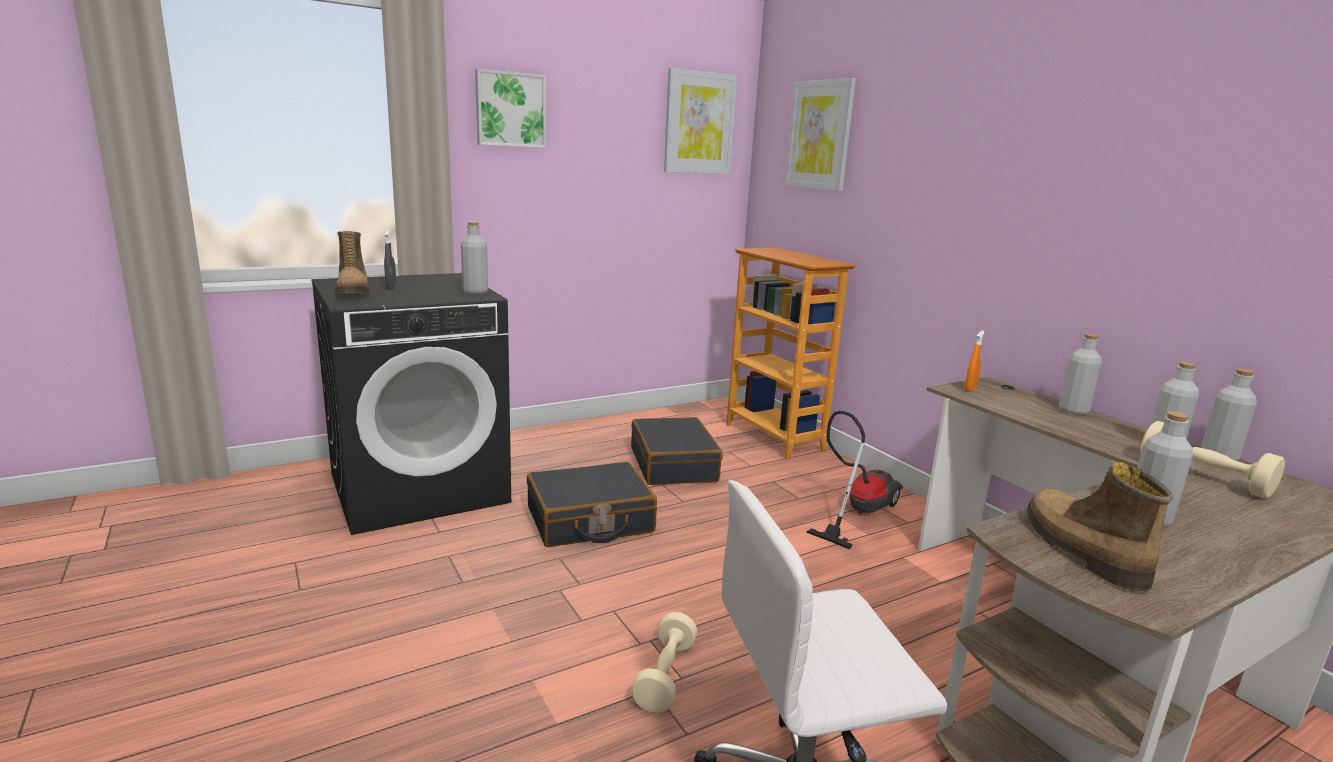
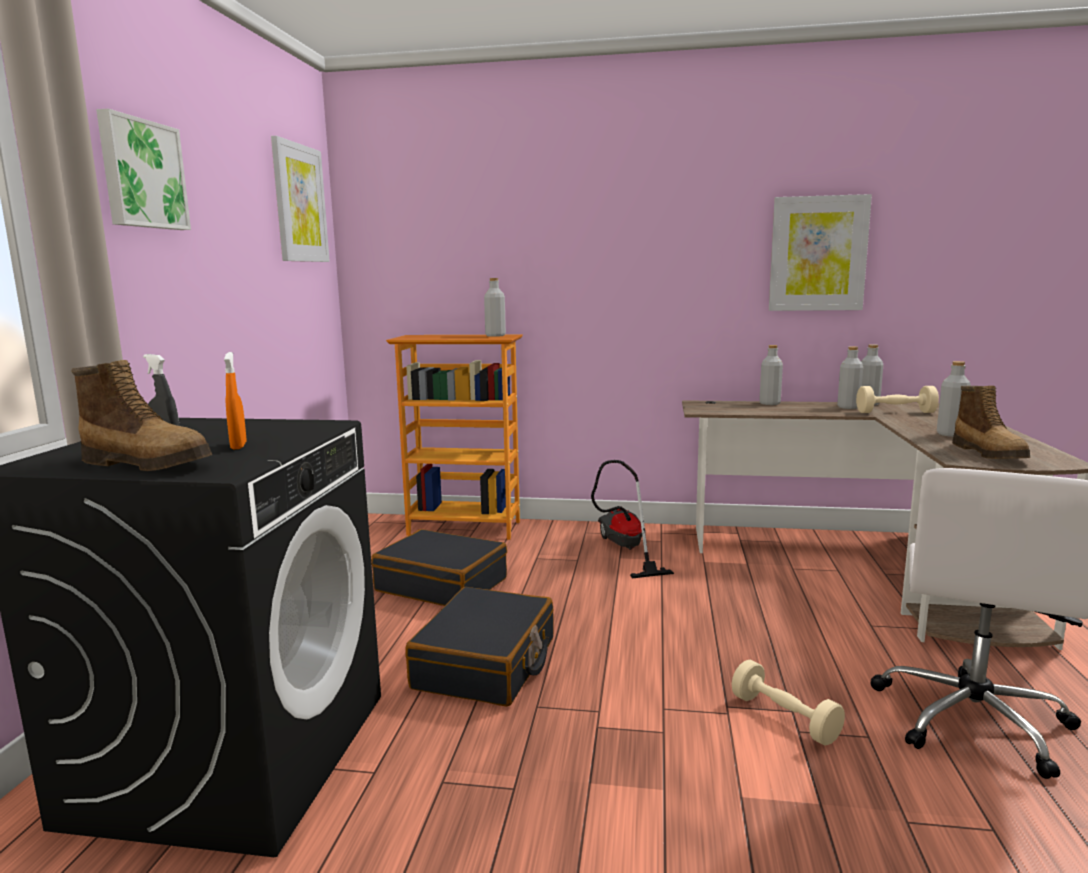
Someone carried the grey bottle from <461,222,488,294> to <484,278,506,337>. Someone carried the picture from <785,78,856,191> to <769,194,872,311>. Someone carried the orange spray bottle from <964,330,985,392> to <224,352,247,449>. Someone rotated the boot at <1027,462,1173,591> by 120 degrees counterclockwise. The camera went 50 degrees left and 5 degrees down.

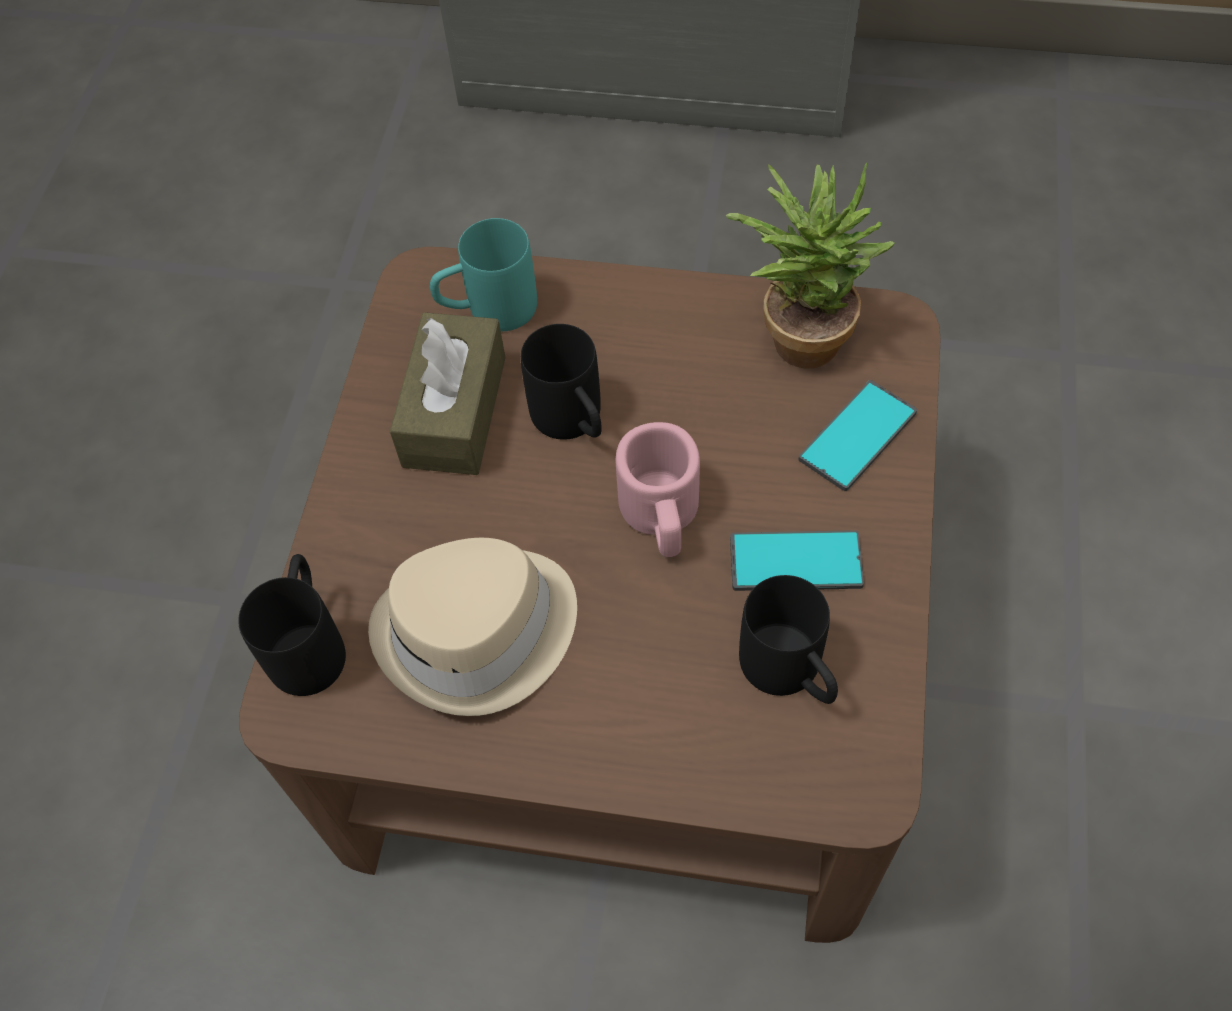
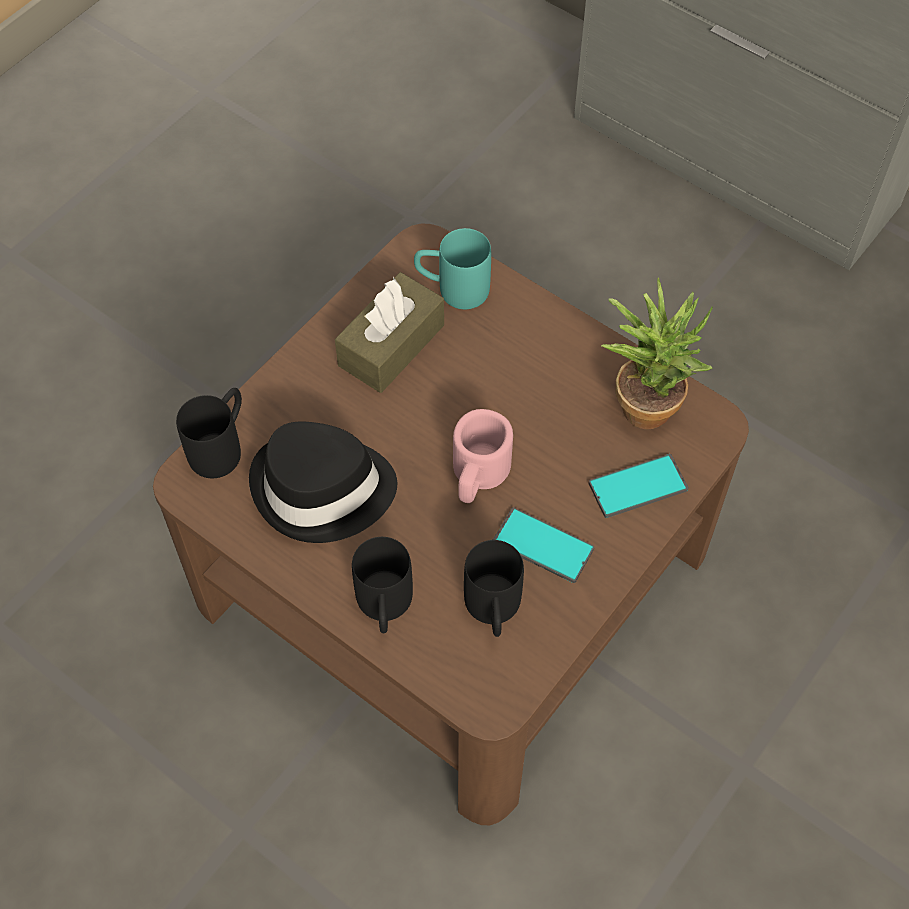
Someone carried the black mug from <521,324,602,440> to <352,537,413,633>. Someone repainted the beige hat at <368,538,577,716>, which became the black hat at <249,422,397,543>. The camera went 25 degrees right and 0 degrees up.

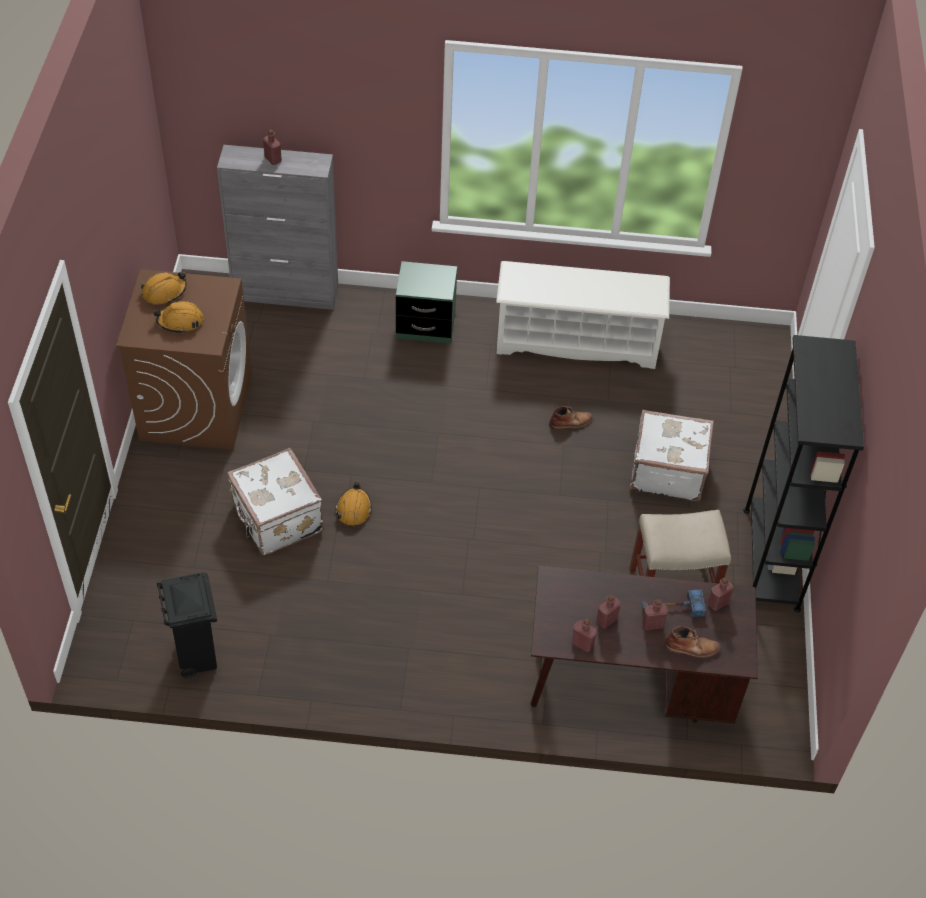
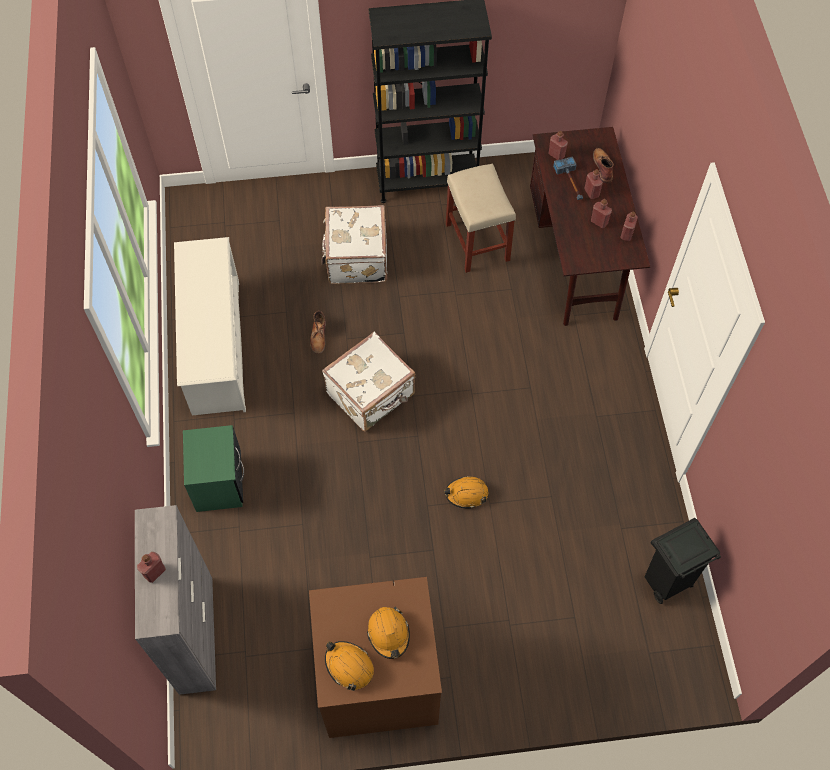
Someone carried the white suitcase from <227,448,324,555> to <322,332,415,432>. Someone rotated the brown boot at <549,406,593,430> by 150 degrees counterclockwise. The camera went 100 degrees left and 10 degrees up.

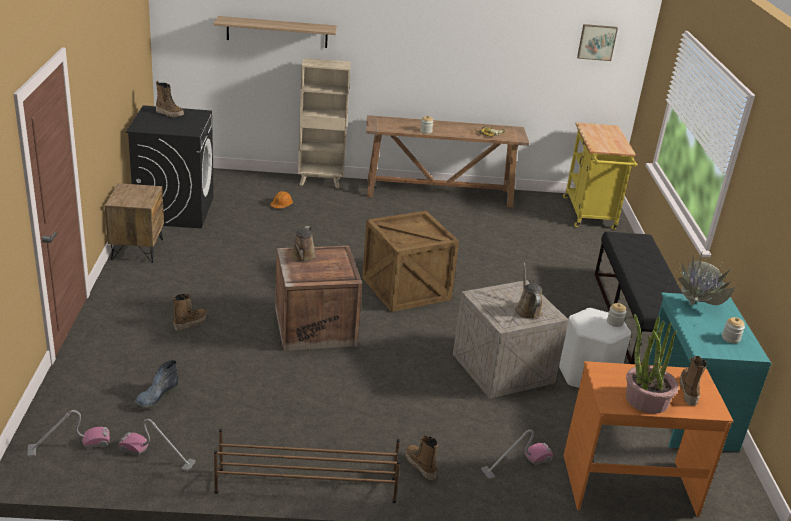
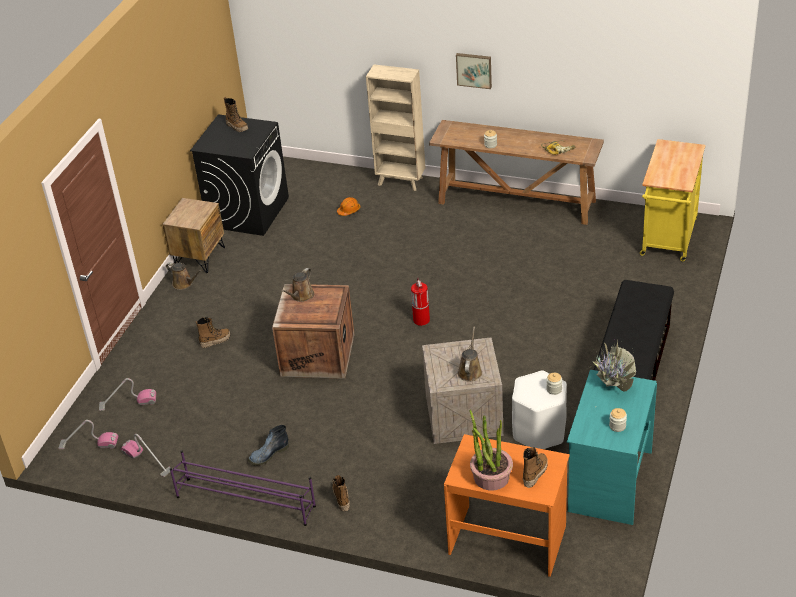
Someone took away the shelf at <214,16,337,48>. Someone put down the brown watering can at <166,262,202,290>. Someone carried the boot from <133,360,179,410> to <248,425,289,466>. Someone carried the vacuum cleaner from <481,429,553,479> to <99,378,156,411>. Someone carried the picture from <577,24,618,61> to <456,53,492,89>. Someone swapped the crate at <362,211,459,312> for the fire extinguisher at <411,277,430,326>. Someone repainted the brown shoe rack at <214,429,400,503>, which became the purple shoe rack at <170,450,316,526>. The camera went 25 degrees right and 10 degrees up.

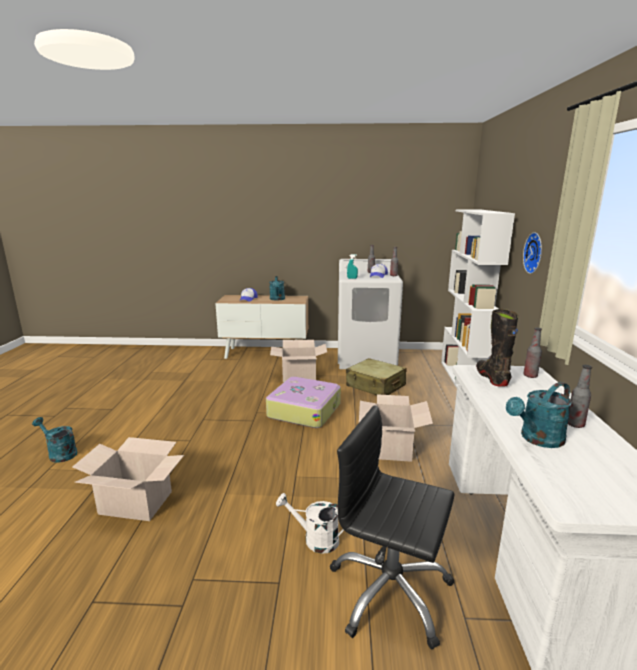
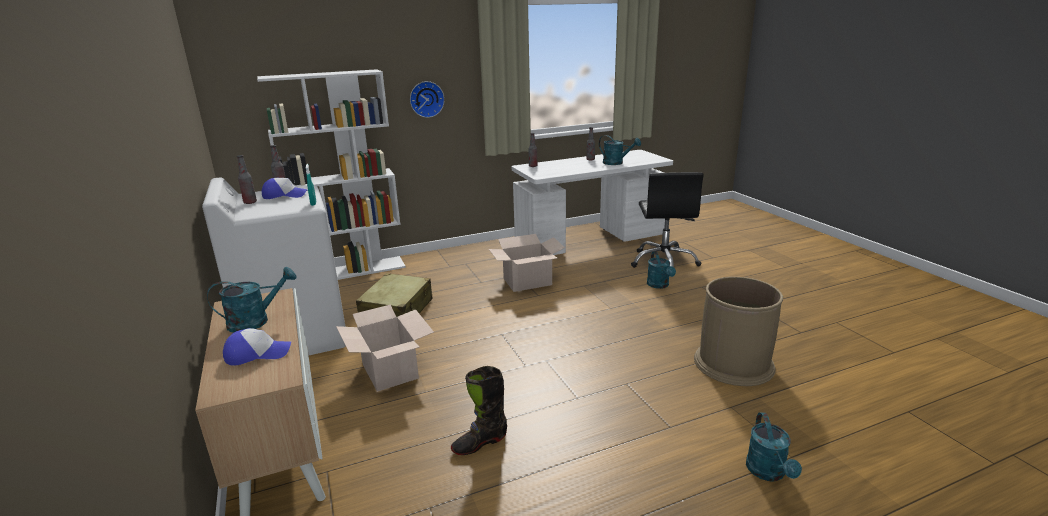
Someone took away the suitcase at <266,377,341,428>. Someone carried the black boot from <476,309,518,387> to <451,366,507,455>. Someone swapped the cardboard box at <73,437,184,521> for the brown trash can at <694,277,783,386>. Someone repainted the white watering can at <276,493,344,554>, which became the turquoise watering can at <647,252,676,289>. The camera went 115 degrees left and 5 degrees up.

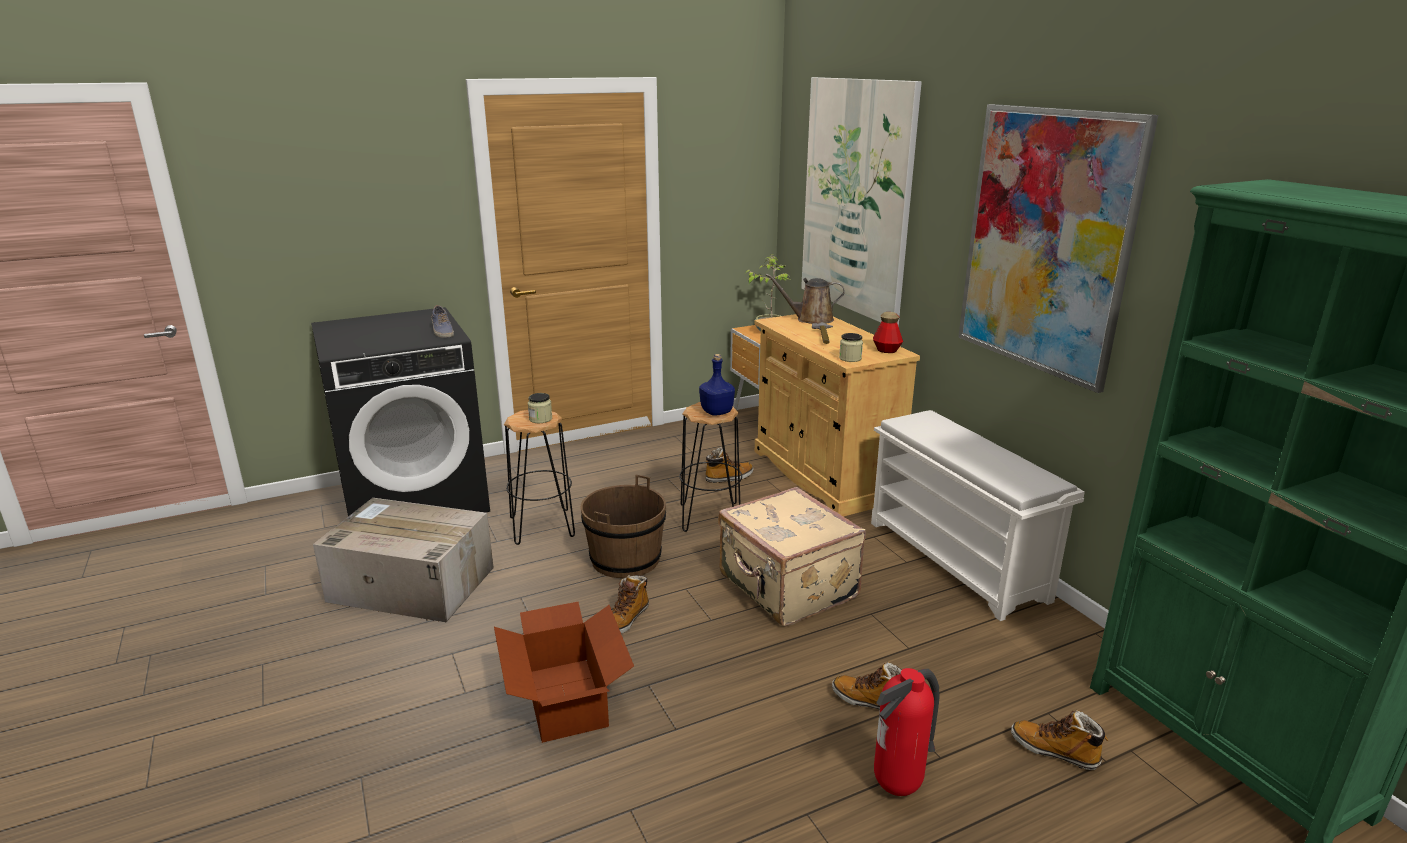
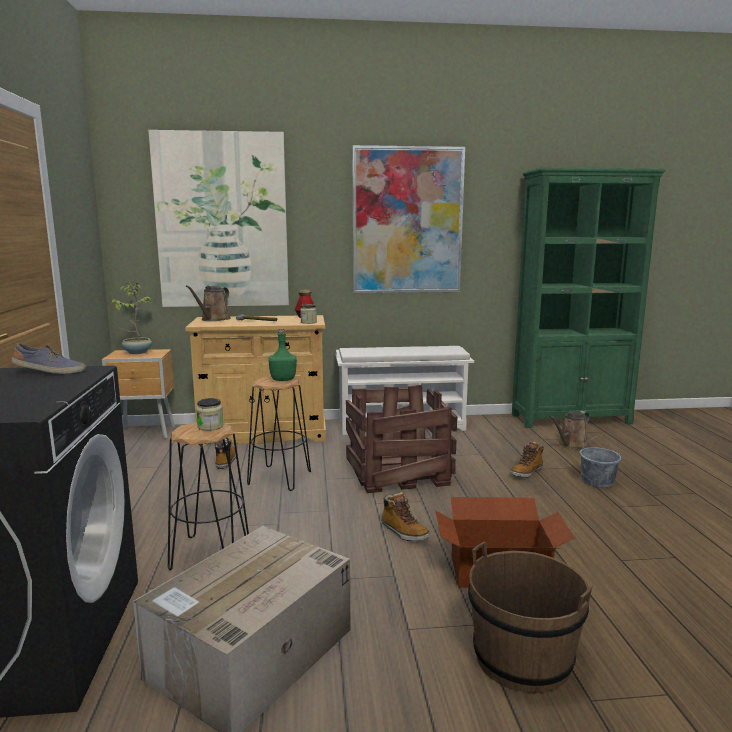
Someone carried the brown bucket from <581,475,666,578> to <468,542,593,693>. Someone swapped the beige suitcase at <718,487,866,626> for the crate at <346,385,457,493>. Someone swapped the fire extinguisher at <874,668,939,796> for the grey bucket at <579,435,622,488>. Someone swapped the boot at <1011,710,1109,770> for the brown watering can at <550,411,590,449>. Someone repainted the blue bottle at <699,354,735,416>, which became the green bottle at <269,329,297,381>. The camera went 70 degrees left and 10 degrees down.

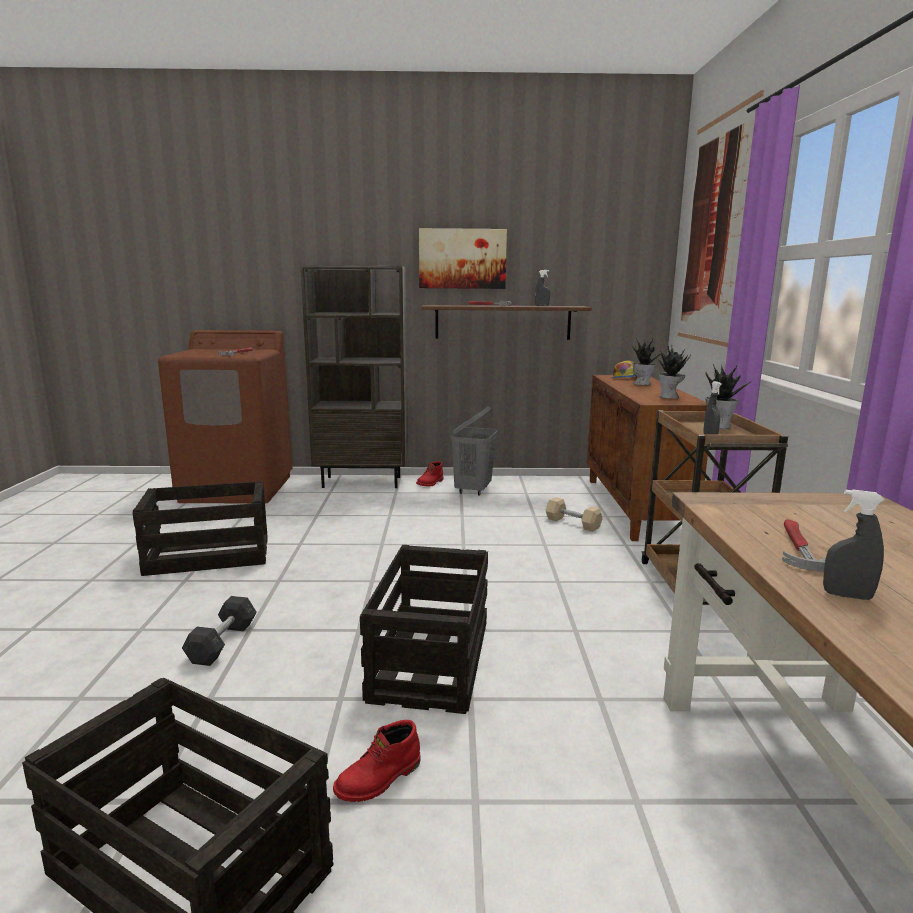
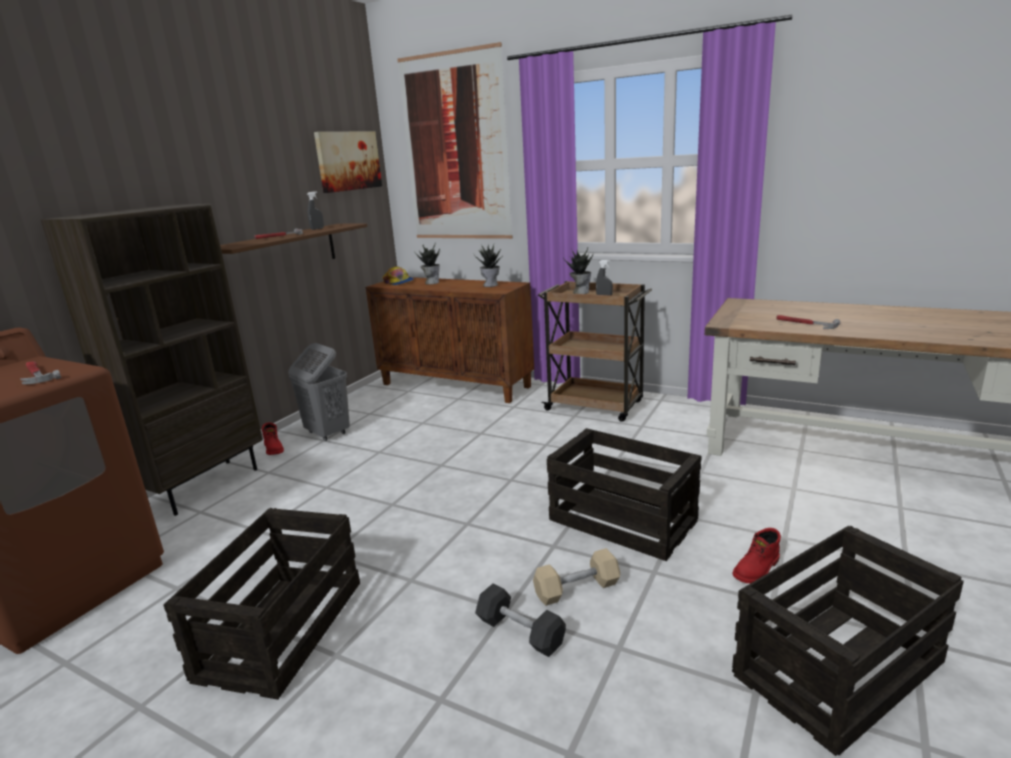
Someone took away the grey spray bottle at <823,489,885,600>. Someone carried the picture from <419,228,507,289> to <314,131,382,193>. Someone carried the beige dumbbell from <546,497,603,532> to <533,548,620,606>. Someone rotated the red boot at <333,720,420,802> by 60 degrees clockwise. The camera went 60 degrees left and 5 degrees up.

